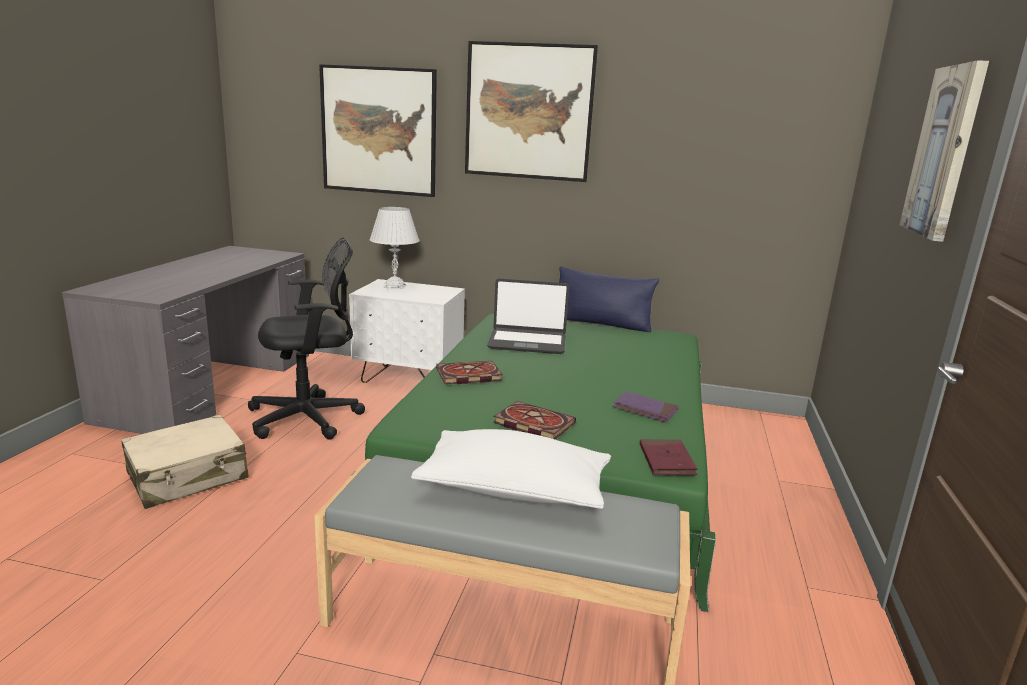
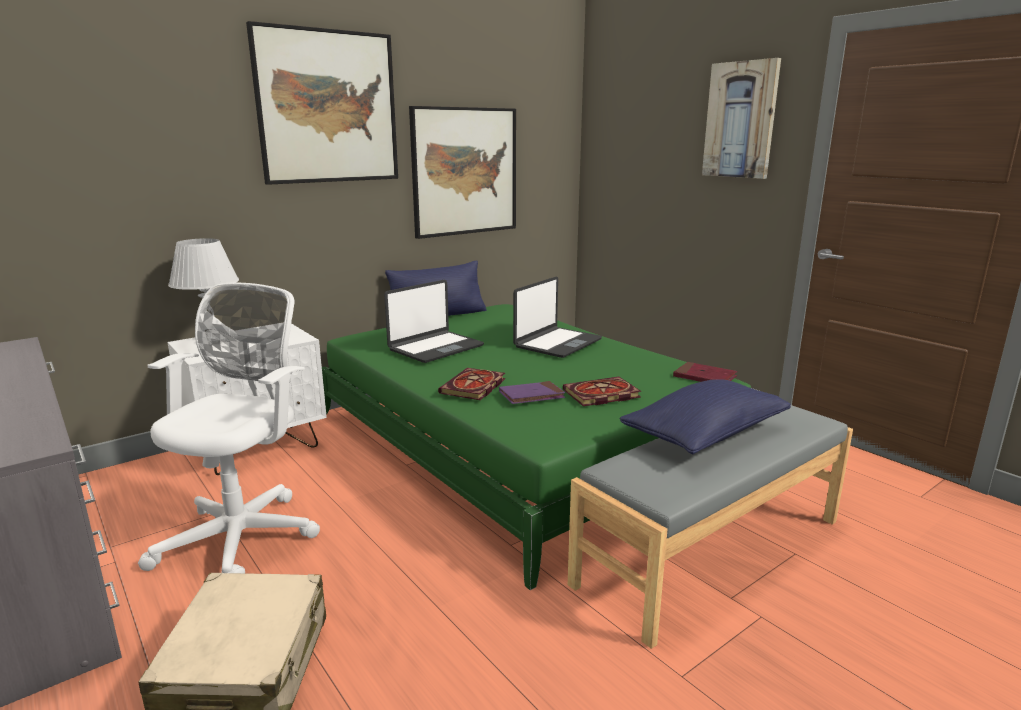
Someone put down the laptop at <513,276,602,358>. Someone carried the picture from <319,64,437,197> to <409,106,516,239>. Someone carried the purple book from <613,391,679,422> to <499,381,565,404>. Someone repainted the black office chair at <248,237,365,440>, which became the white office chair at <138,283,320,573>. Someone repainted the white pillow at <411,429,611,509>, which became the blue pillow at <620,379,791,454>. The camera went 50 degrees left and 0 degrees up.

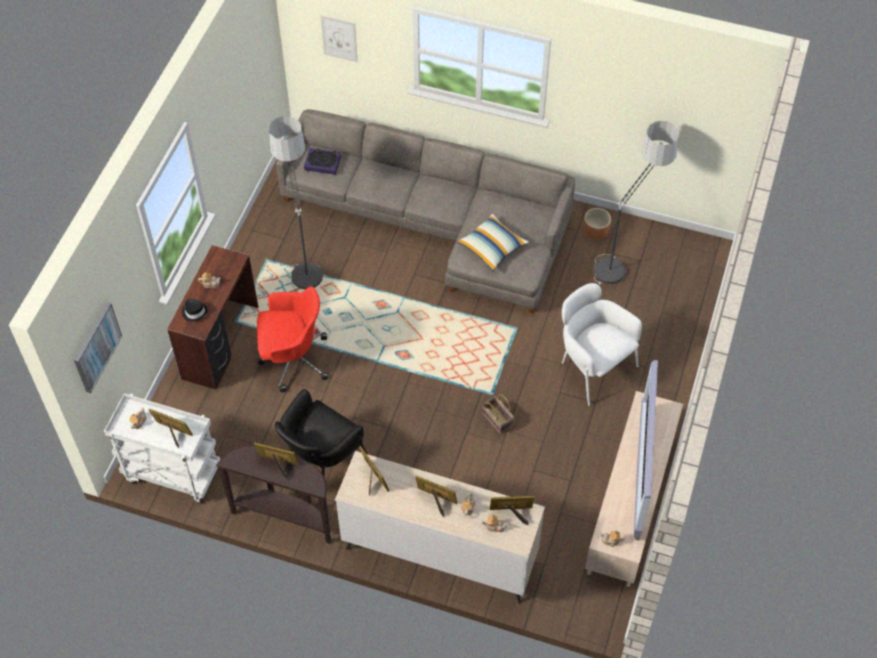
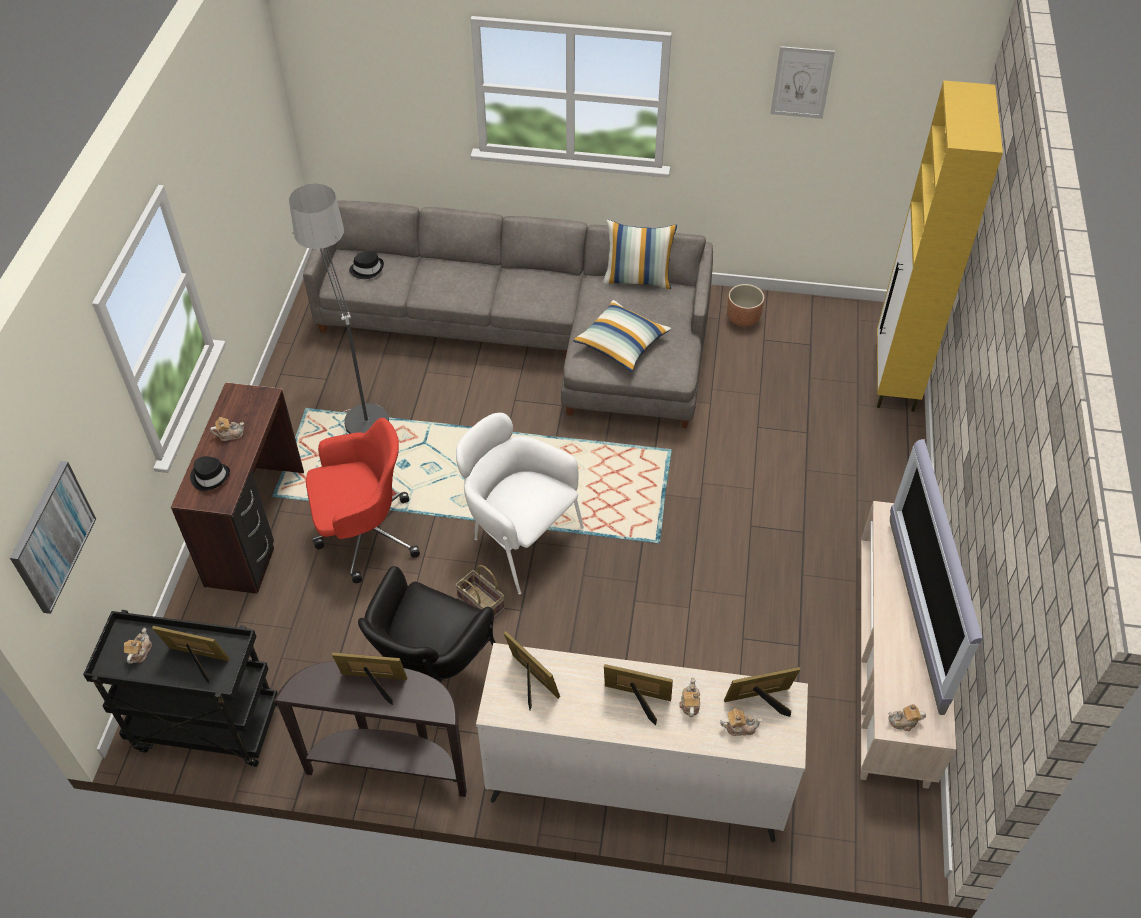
Someone took away the floor lamp at <594,121,679,284>. Someone put down the pillow at <603,220,677,289>. Someone put down the yellow cabinet at <876,80,1003,412>. Someone carried the picture from <321,15,358,62> to <770,46,835,119>. Someone carried the basket from <482,394,514,434> to <455,565,504,619>. Someone carried the white armchair from <562,283,642,406> to <456,413,584,594>. Someone swapped the book at <304,148,341,175> for the black hat at <349,250,384,279>. Someone repainted the white cart at <104,393,221,504>, which became the black cart at <83,610,278,767>. The camera went 10 degrees left and 5 degrees down.

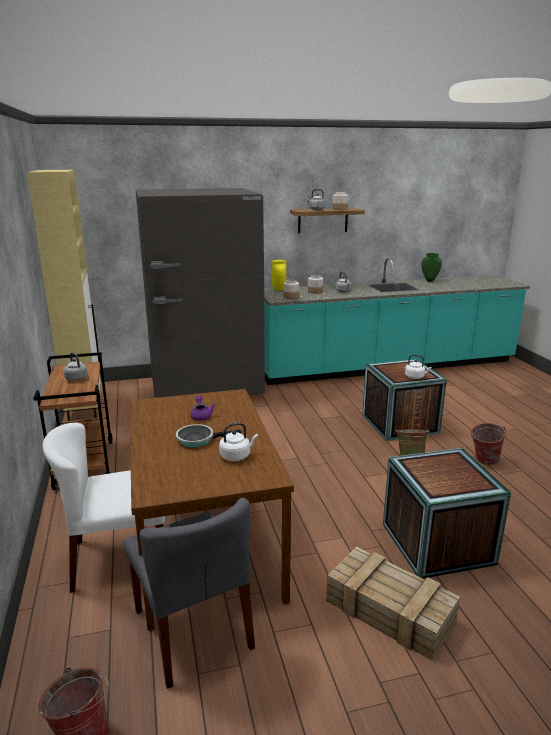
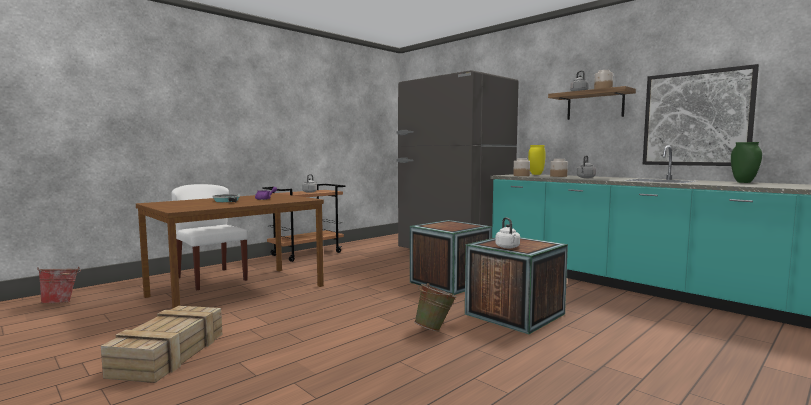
Someone took away the beige cabinet at <27,170,101,421>. Someone took away the grey chair at <124,498,255,689>. Someone took away the white kettle at <219,422,258,461>. Someone took away the bucket at <469,423,506,465>. Someone put up the picture at <643,64,759,166>. Someone carried the crate from <383,448,511,579> to <410,220,492,295>. The camera went 60 degrees right and 15 degrees down.

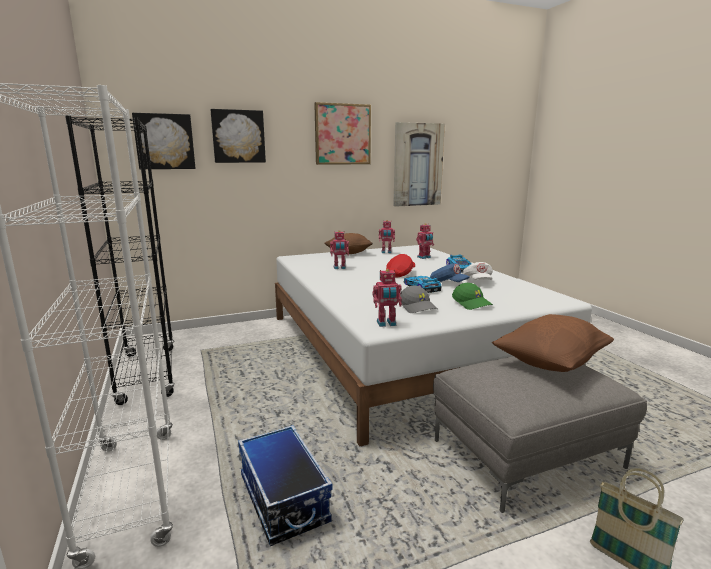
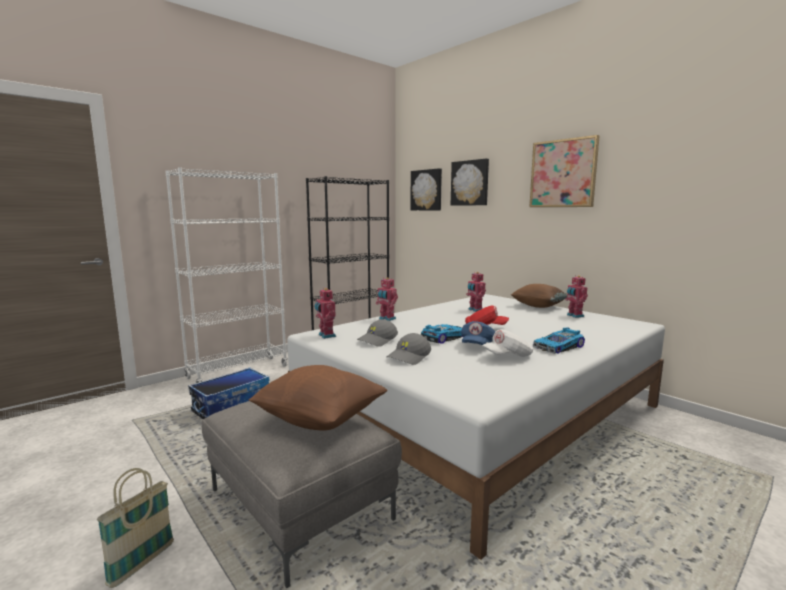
Someone took away the picture at <393,122,445,207>. Someone carried the toy robot from <416,223,434,259> to <376,277,398,321>. Someone repainted the green cap at <452,283,493,310>, which became the grey cap at <387,333,431,365>. The camera went 70 degrees right and 5 degrees down.

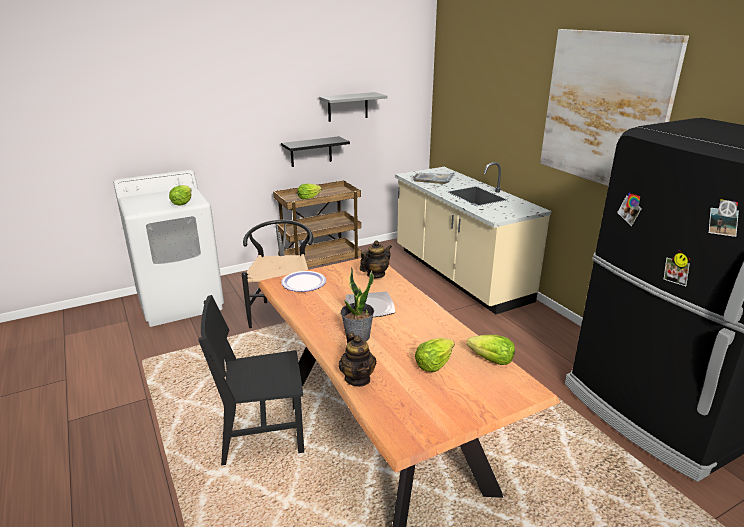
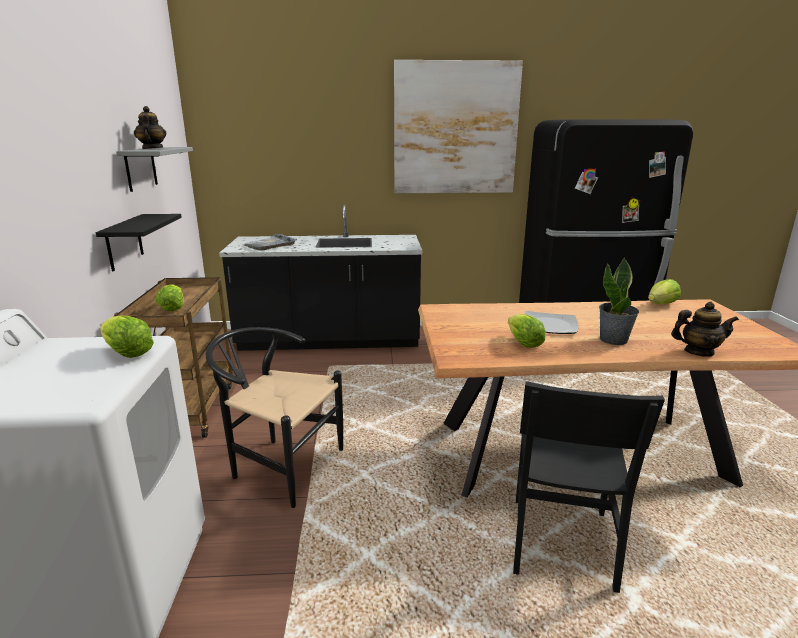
Someone took away the plate at <281,271,326,292>. Someone carried the teapot from <360,240,392,278> to <134,106,167,149>. Someone carried the lettuce from <415,338,454,372> to <508,314,545,348>. Someone repainted the beige counter at <395,162,551,314>, which became the black counter at <219,204,422,351>. The camera went 65 degrees left and 5 degrees down.

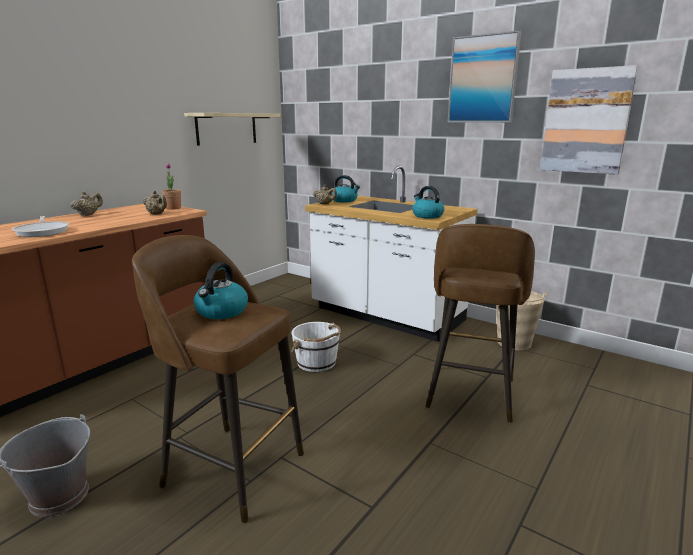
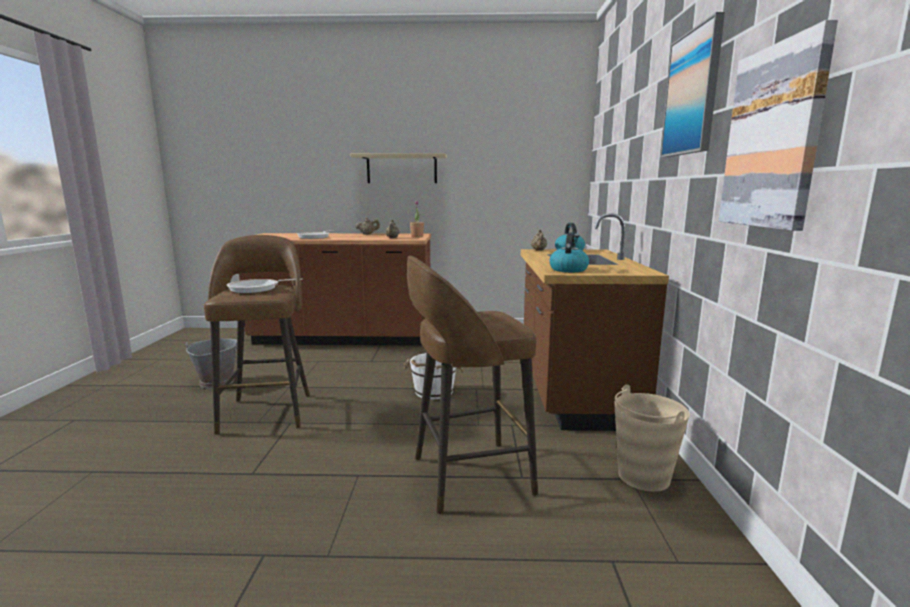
Someone carried the beige shelf from <184,113,281,145> to <350,153,447,183>. Someone swapped the kettle at <194,262,248,319> for the frying pan at <227,278,303,293>. Someone repainted the white counter at <305,166,478,342>, which became the brown counter at <521,213,669,431>. The camera went 55 degrees right and 5 degrees down.

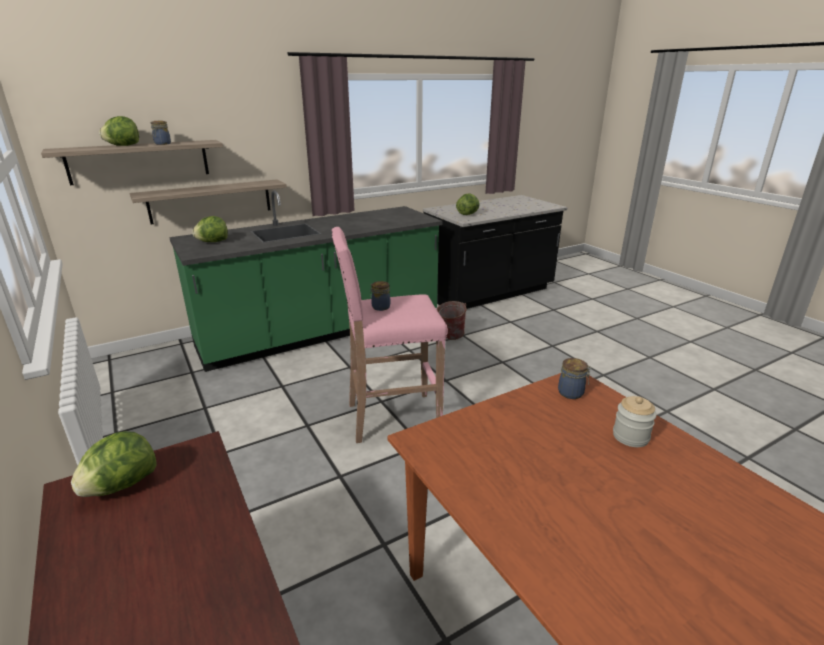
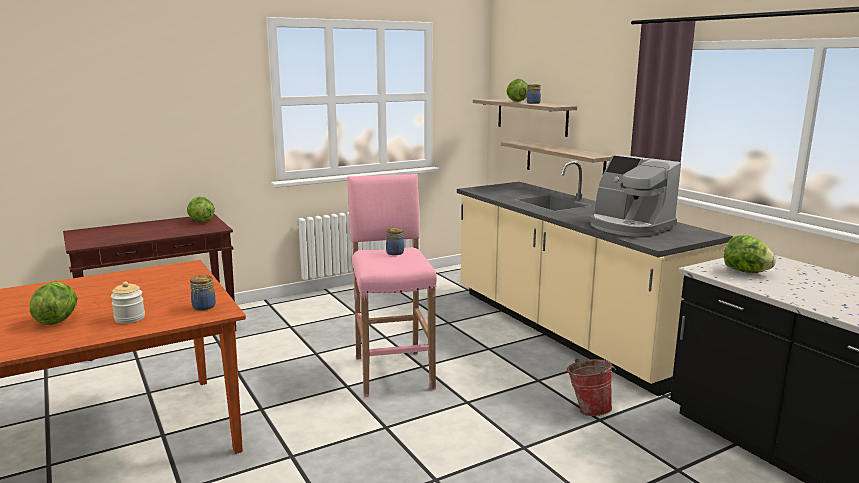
Someone put down the coffee machine at <589,155,681,237>. Someone carried the lettuce from <192,216,228,242> to <30,282,77,325>. Someone repainted the green counter at <169,190,443,372>, which became the beige counter at <457,161,733,396>. The camera went 90 degrees right and 10 degrees down.

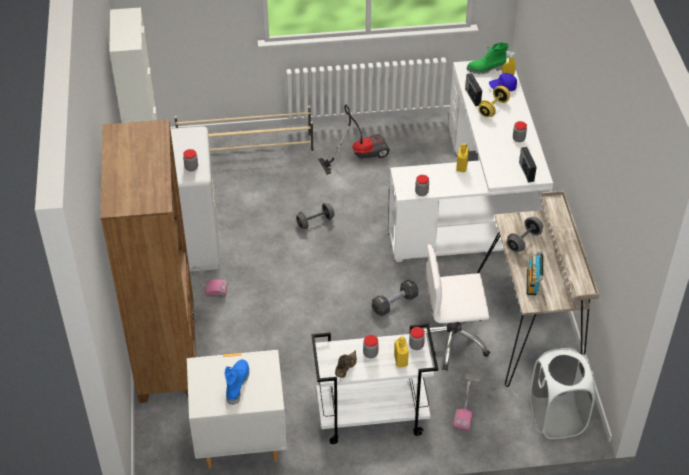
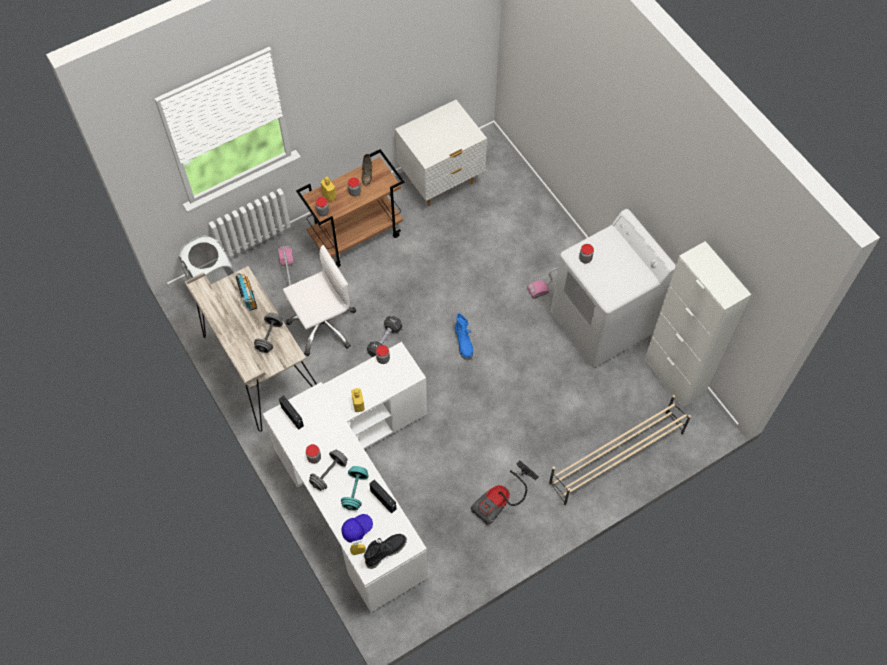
Someone took away the brown bookcase at <101,119,196,403>. Someone carried the blue boot from <225,359,249,405> to <455,313,473,360>. Someone carried the grey dumbbell from <296,203,335,229> to <309,450,348,491>. Someone repainted the white cart at <311,323,438,444>, which became the brown cart at <296,149,404,268>. Someone repainted the green boot at <467,42,509,74>, which became the black boot at <364,534,407,569>. Someone repainted the yellow dumbbell at <478,86,510,117>, which became the turquoise dumbbell at <341,466,369,511>. The camera went 155 degrees right and 15 degrees up.

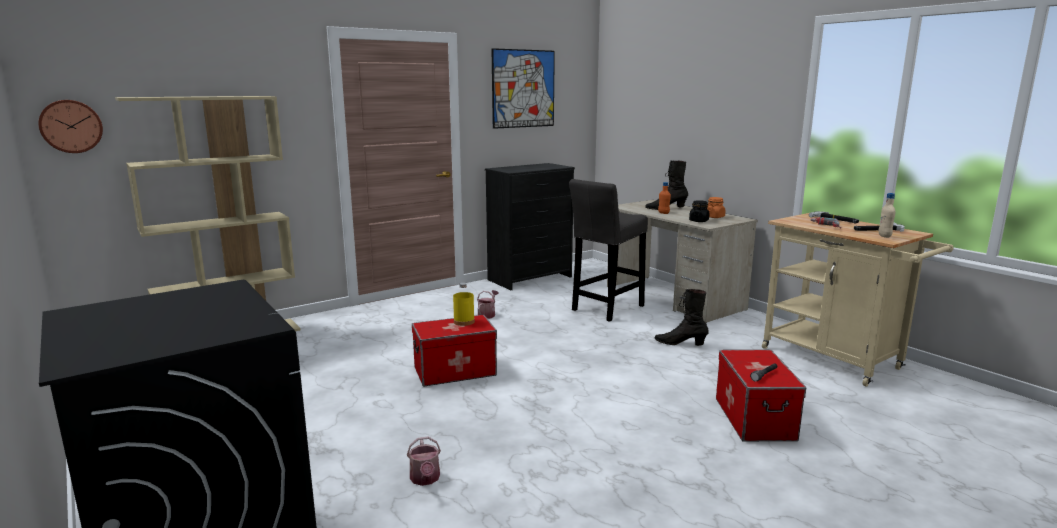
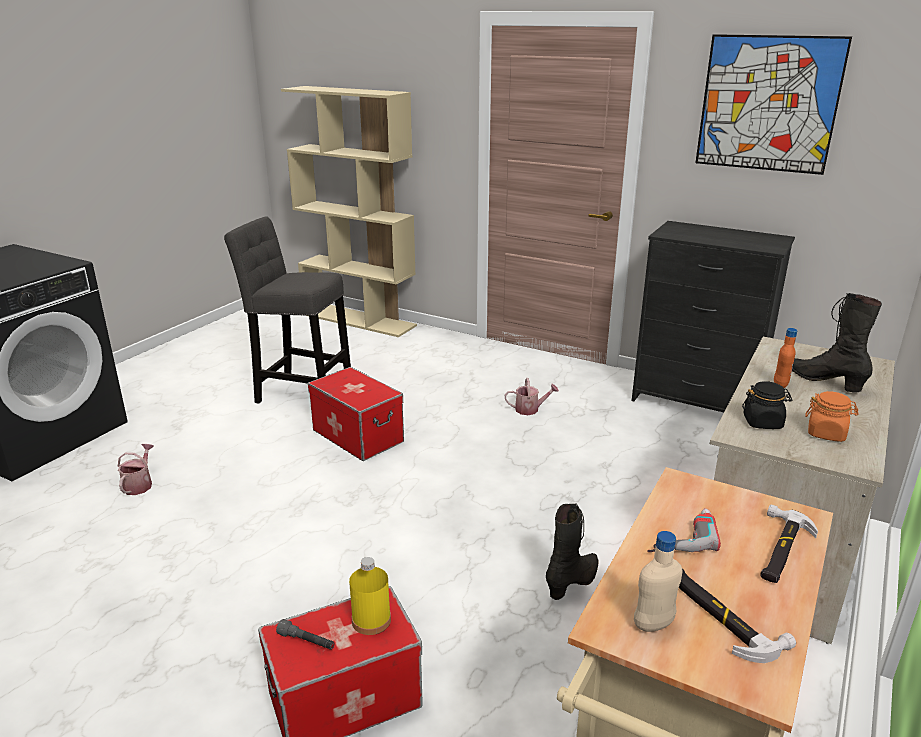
Someone took away the wall clock at <38,100,103,153>. Someone carried the yellow bottle from <453,283,475,326> to <349,557,391,635>. Someone carried the grey stool from <569,179,648,322> to <224,216,351,404>. Someone rotated the watering can at <407,437,441,486> by 135 degrees clockwise. Someone rotated the black boot at <654,289,708,346> by 45 degrees clockwise. The camera went 65 degrees right and 10 degrees up.

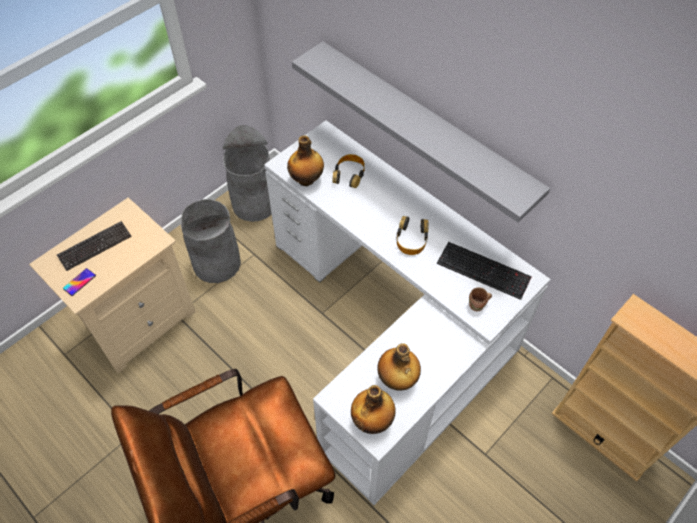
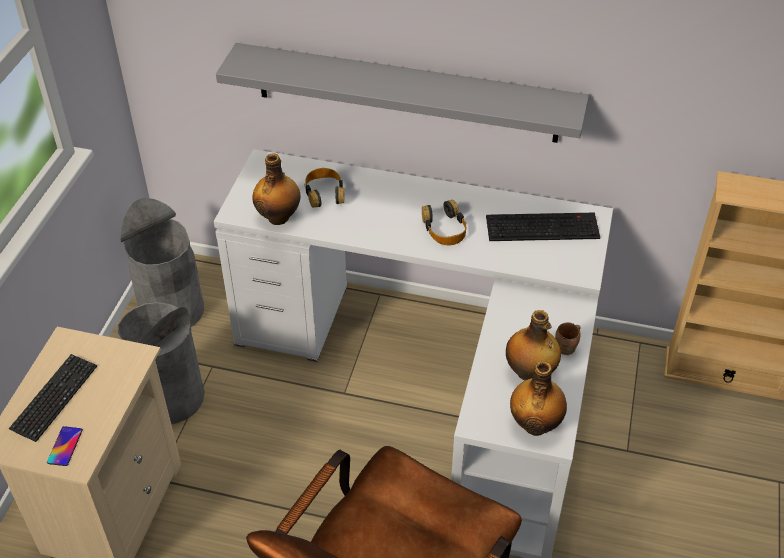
Someone carried the brown mug from <469,287,492,312> to <555,322,581,355>. The camera went 30 degrees left and 10 degrees down.

